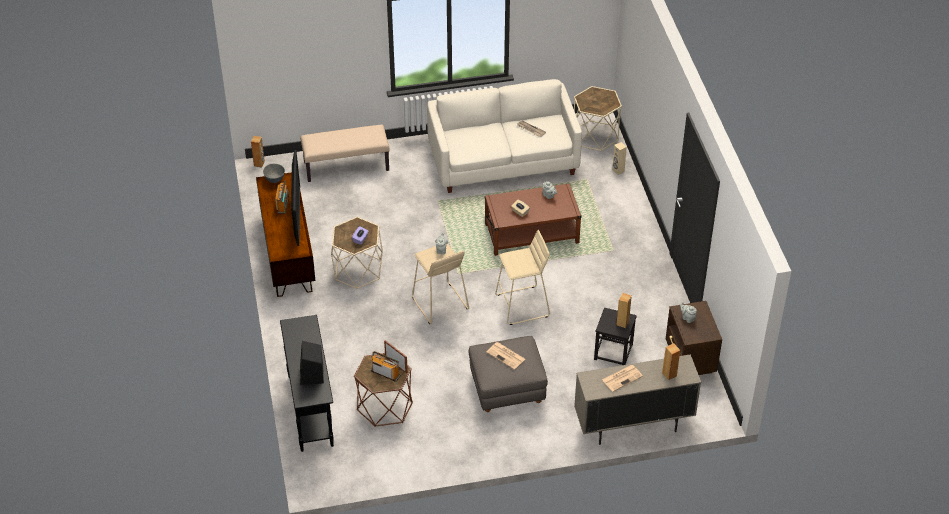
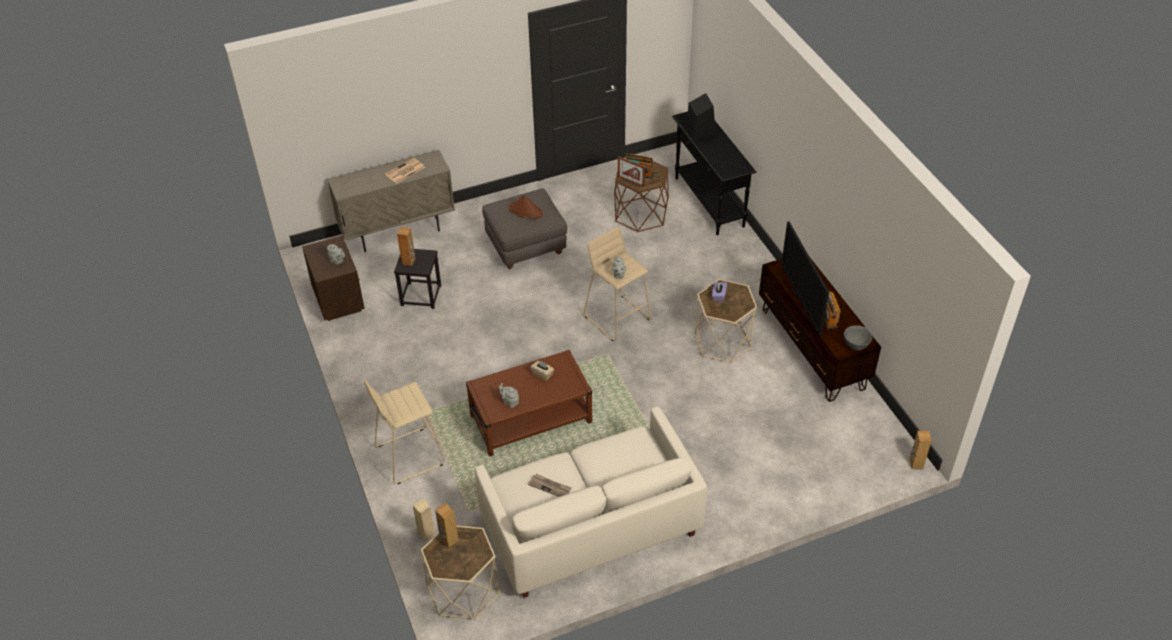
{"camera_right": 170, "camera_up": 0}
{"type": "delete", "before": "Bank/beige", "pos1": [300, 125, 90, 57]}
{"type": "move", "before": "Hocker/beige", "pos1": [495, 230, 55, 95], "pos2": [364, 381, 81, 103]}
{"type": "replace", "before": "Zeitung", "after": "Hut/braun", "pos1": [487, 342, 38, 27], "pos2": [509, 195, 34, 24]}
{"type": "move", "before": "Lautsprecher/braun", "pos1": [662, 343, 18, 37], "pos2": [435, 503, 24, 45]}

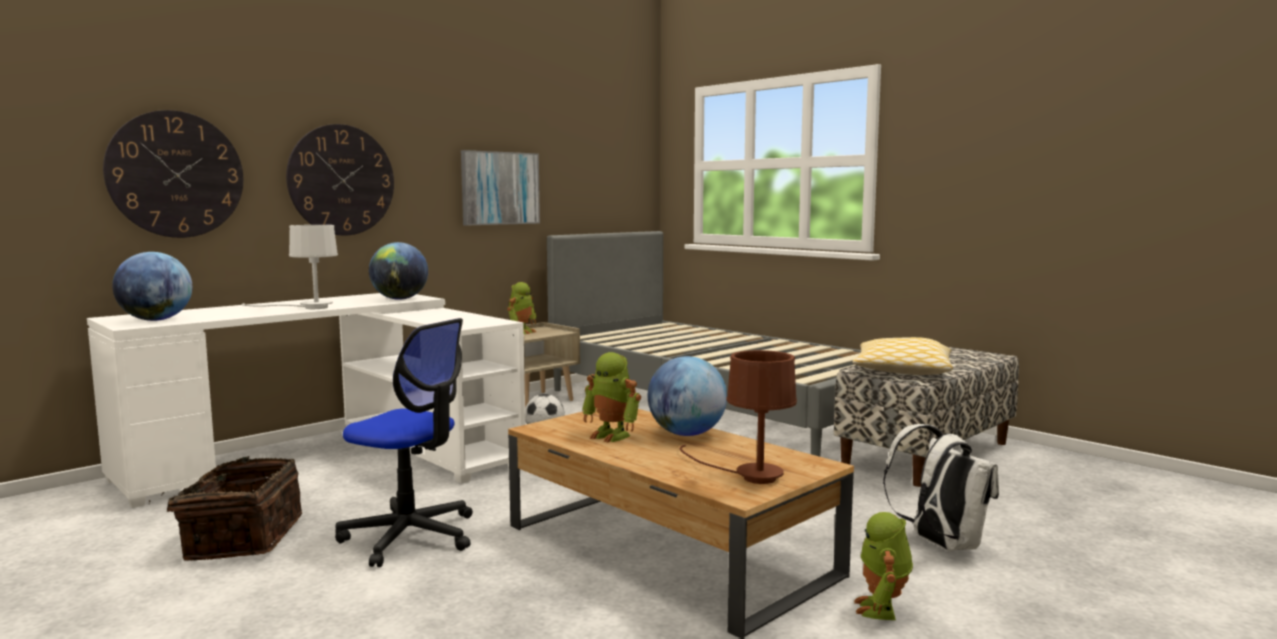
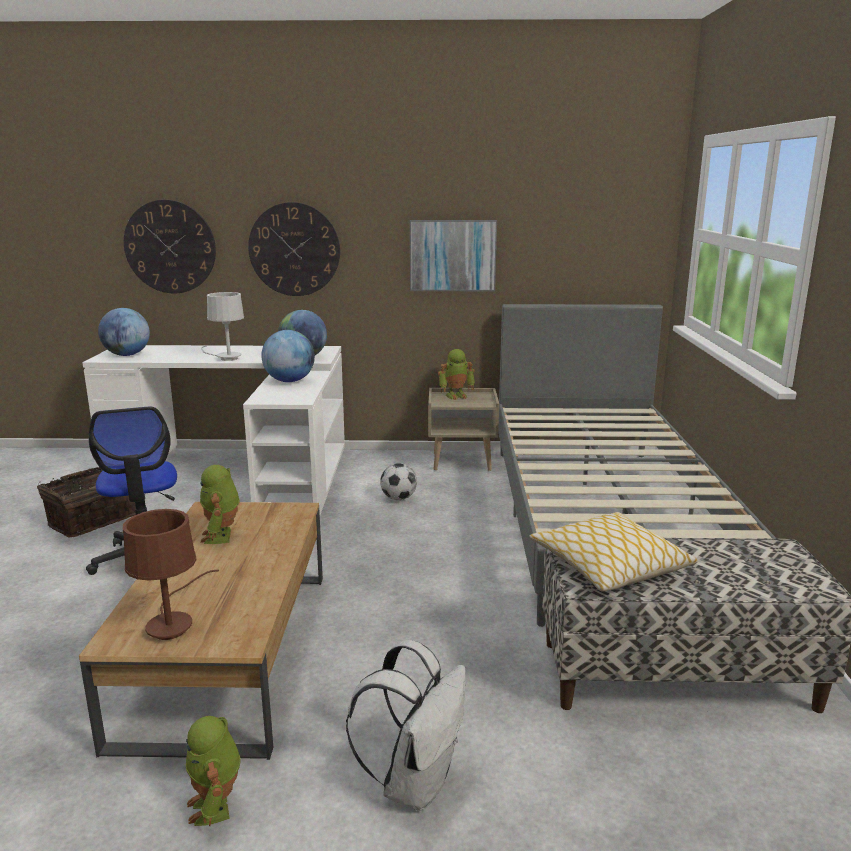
{"camera_right": 45, "camera_up": 10}
{"type": "move", "before": "Globus", "pos1": [648, 356, 79, 80], "pos2": [261, 330, 54, 52]}
{"type": "rotate", "before": "Spielzeugroboter", "pos1": [854, 512, 59, 108], "pos2": [186, 716, 54, 110], "turn": -75}

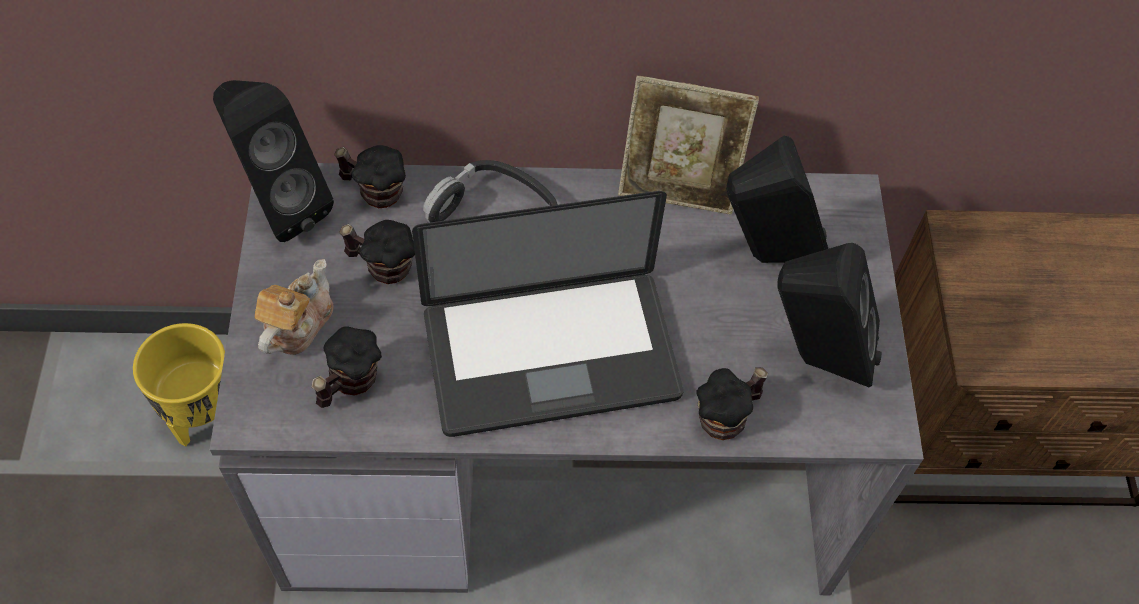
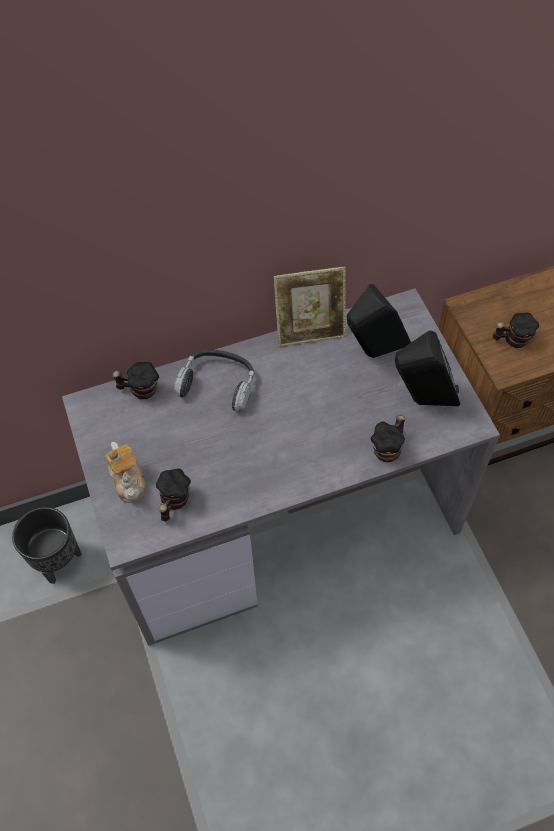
{"camera_right": -15, "camera_up": 0}
{"type": "delete", "before": "Lautsprecher/schwarz", "pos1": [213, 80, 121, 162]}
{"type": "delete", "before": "Laptop", "pos1": [412, 191, 272, 246]}
{"type": "move", "before": "Henkelbecher", "pos1": [339, 220, 76, 64], "pos2": [492, 313, 47, 35]}
{"type": "rotate", "before": "Teekanne", "pos1": [255, 259, 78, 96], "pos2": [105, 442, 41, 61], "turn": 150}
{"type": "recolor", "before": "Pflanzkübel/gelb", "after": "Pflanzkübel/schwarz", "pos1": [133, 323, 92, 124], "pos2": [12, 507, 70, 77]}

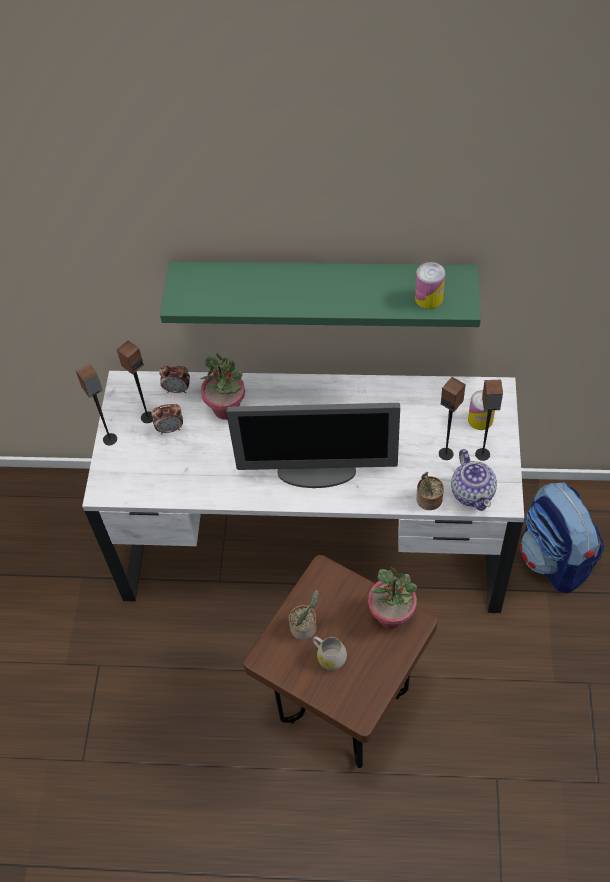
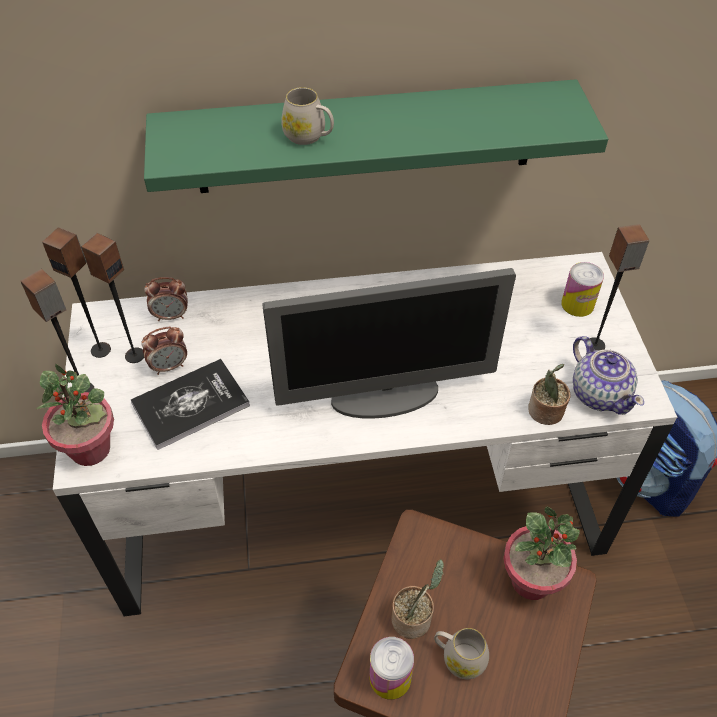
{"camera_right": -15, "camera_up": -5}
{"type": "move", "before": "Dose", "pos1": [415, 262, 30, 47], "pos2": [369, 637, 45, 63]}
{"type": "move", "before": "Topfpflanze", "pos1": [201, 352, 44, 68], "pos2": [36, 364, 78, 102]}
{"type": "move", "before": "Lautsprecher", "pos1": [439, 377, 27, 83], "pos2": [42, 227, 69, 131]}
{"type": "insert", "after": "Henkelbecher/weiß", "pos2": [281, 87, 53, 58]}
{"type": "insert", "after": "Buch", "pos2": [131, 359, 119, 91]}

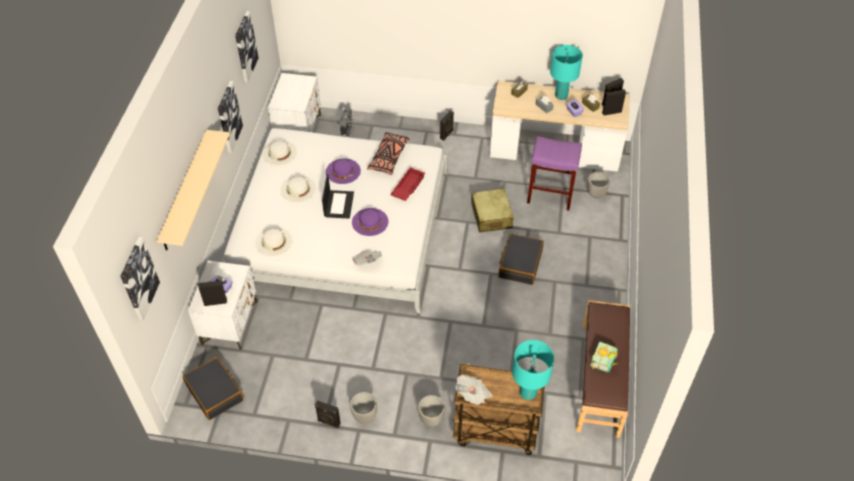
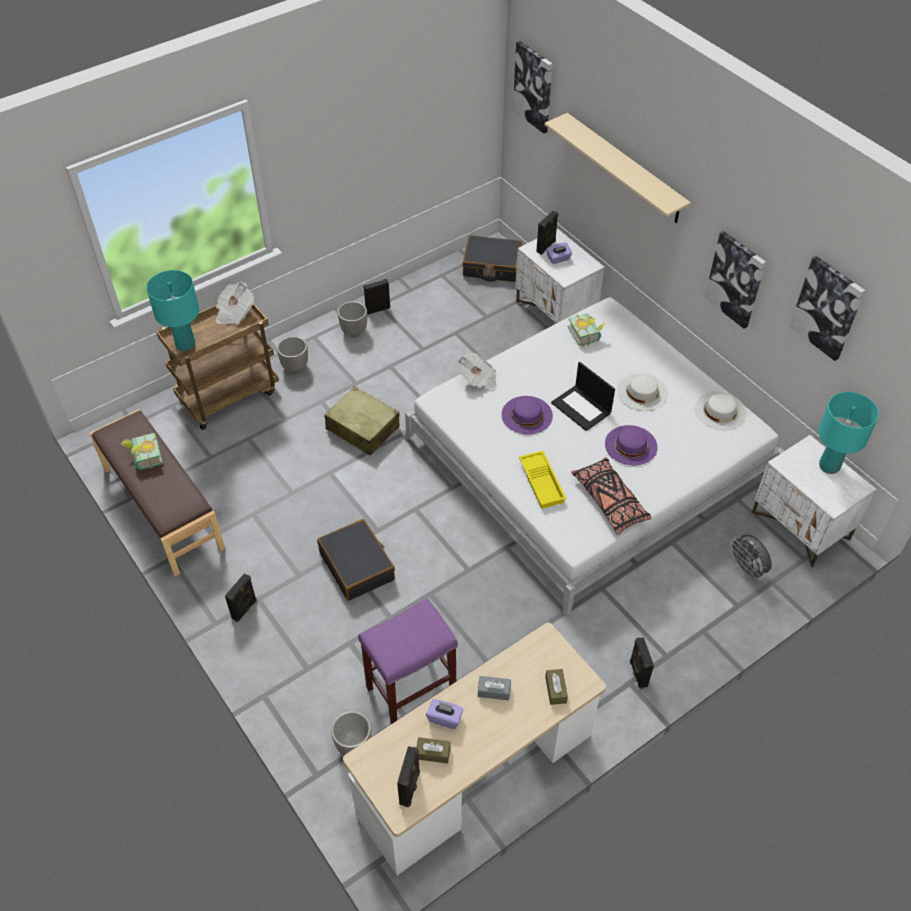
{"camera_right": 135, "camera_up": 0}
{"type": "move", "before": "Tischlampe/türkis", "pos1": [550, 45, 33, 55], "pos2": [818, 392, 61, 82]}
{"type": "move", "before": "Lautsprecher/schwarz", "pos1": [602, 89, 24, 27], "pos2": [225, 573, 32, 49]}
{"type": "recolor", "before": "Tablett/rot", "after": "Tablett/gelb", "pos1": [390, 167, 35, 34], "pos2": [519, 451, 47, 58]}
{"type": "move", "before": "Koffer/beige", "pos1": [471, 188, 43, 45], "pos2": [324, 386, 75, 70]}
{"type": "replace", "before": "Hut/weiß", "after": "Buch", "pos1": [255, 227, 37, 29], "pos2": [568, 313, 38, 34]}

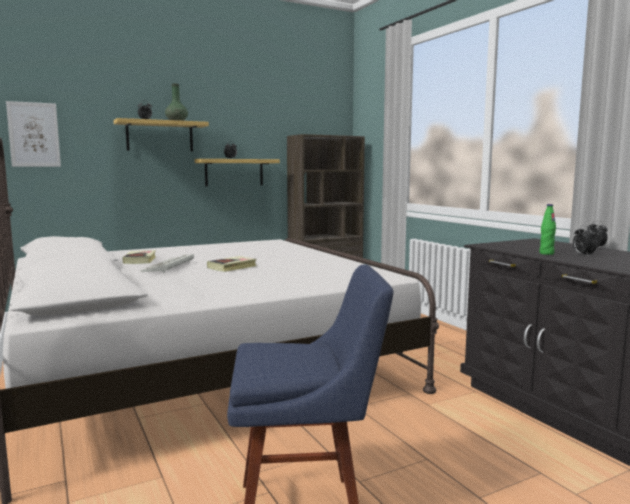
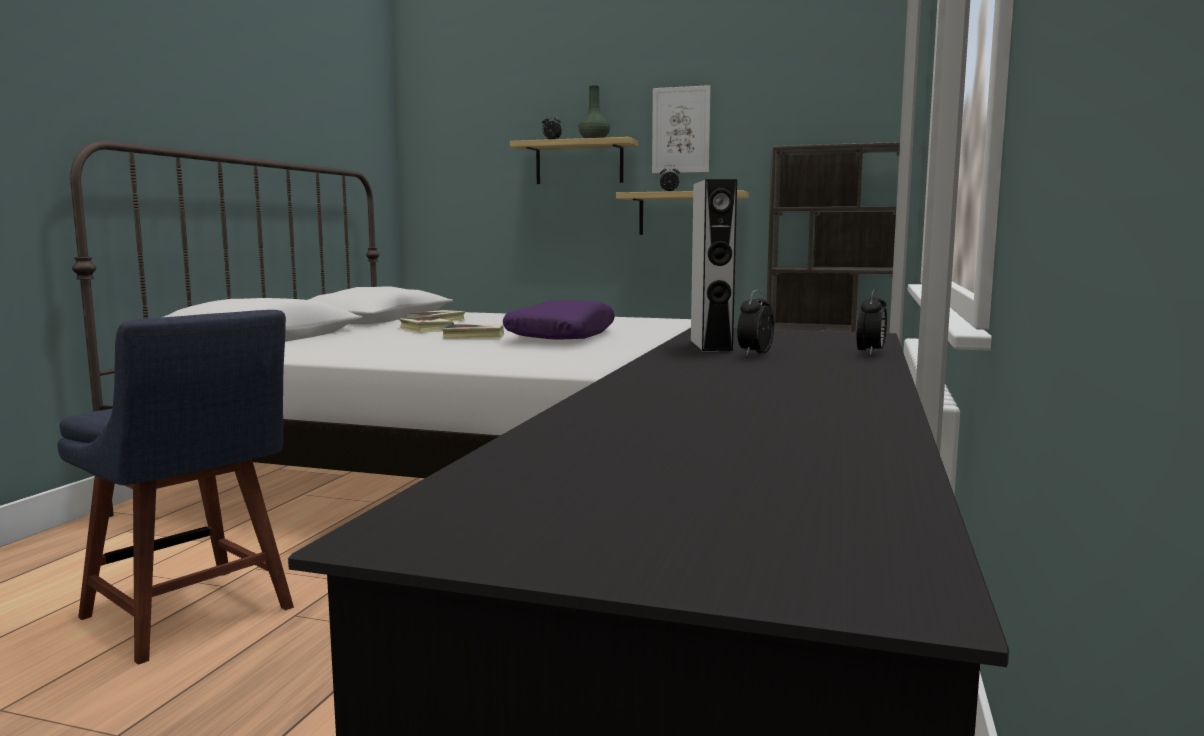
{"camera_right": 45, "camera_up": 0}
{"type": "move", "before": "Bild", "pos1": [6, 101, 55, 66], "pos2": [652, 85, 59, 88]}
{"type": "replace", "before": "Flasche/grün", "after": "Lautsprecher/grau", "pos1": [539, 204, 17, 51], "pos2": [690, 179, 47, 173]}
{"type": "replace", "before": "Tastatur", "after": "Buch", "pos1": [141, 254, 53, 19], "pos2": [399, 317, 55, 16]}
{"type": "insert", "after": "Kissen/lila", "pos2": [503, 300, 112, 40]}

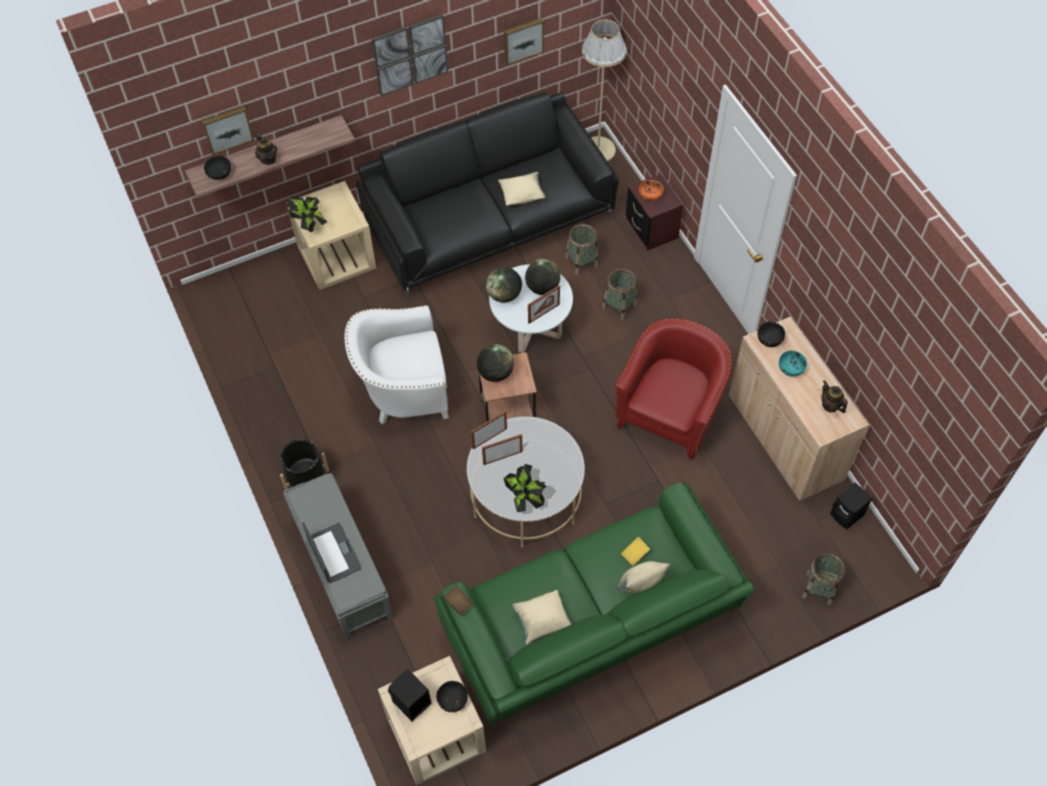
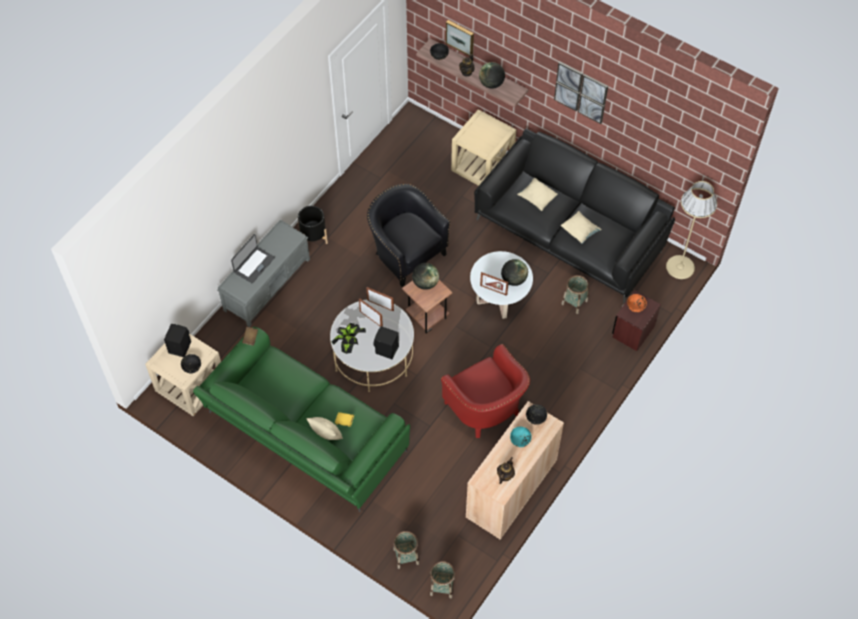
{"camera_right": 60, "camera_up": 0}
{"type": "delete", "before": "Bild", "pos1": [504, 18, 40, 47]}
{"type": "delete", "before": "Topfpflanze", "pos1": [287, 196, 40, 36]}
{"type": "move", "before": "Globus", "pos1": [486, 267, 36, 36], "pos2": [479, 62, 26, 27]}
{"type": "move", "before": "Korb", "pos1": [602, 268, 35, 53], "pos2": [430, 561, 25, 38]}
{"type": "recolor", "before": "Sessel/weiß", "after": "Sessel/schwarz", "pos1": [344, 305, 105, 119], "pos2": [367, 184, 83, 103]}
{"type": "rotate", "before": "Sessel/rot", "pos1": [615, 318, 117, 142], "pos2": [441, 344, 89, 94], "turn": 60}
{"type": "move", "before": "Lautsprecher/schwarz", "pos1": [830, 482, 42, 47], "pos2": [374, 326, 25, 34]}
{"type": "move", "before": "Kissen/beige", "pos1": [512, 590, 59, 54], "pos2": [517, 178, 41, 33]}

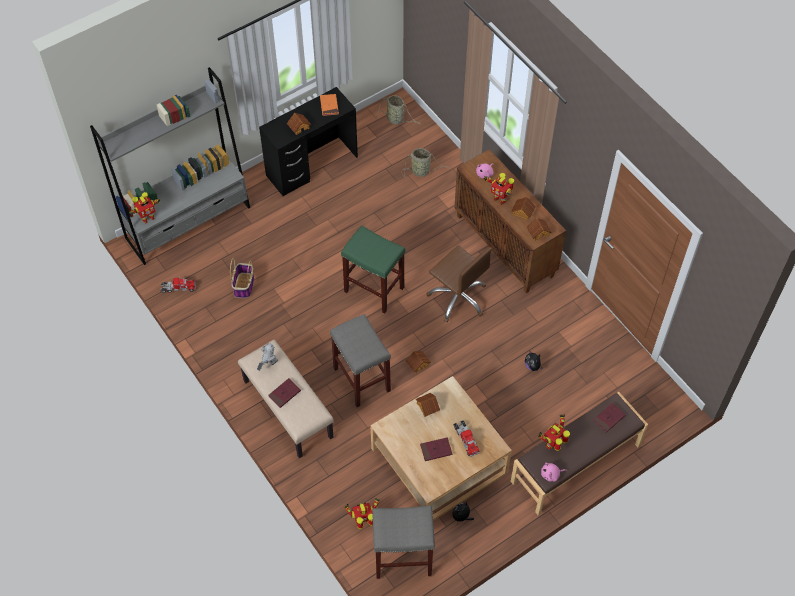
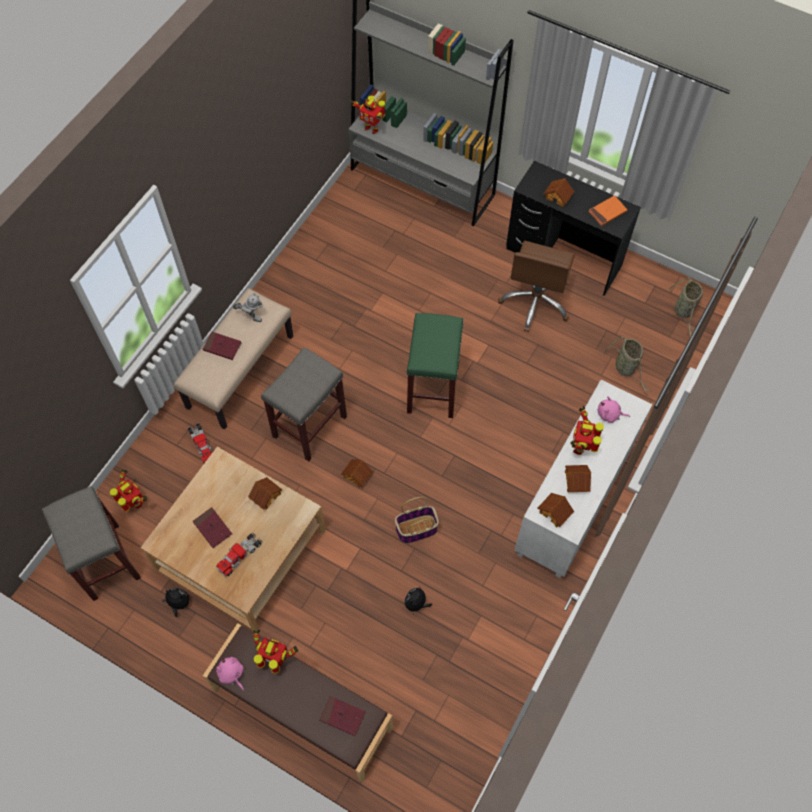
{"camera_right": 65, "camera_up": 5}
{"type": "recolor", "before": "Schrank/braun", "after": "Schrank/weiß", "pos1": [454, 149, 112, 144], "pos2": [514, 380, 139, 198]}
{"type": "move", "before": "Bürostuhl/braun", "pos1": [427, 245, 65, 77], "pos2": [498, 241, 77, 91]}
{"type": "move", "before": "Korb", "pos1": [230, 258, 24, 40], "pos2": [395, 497, 44, 46]}
{"type": "move", "before": "Spielzeuglaster", "pos1": [160, 278, 36, 15], "pos2": [187, 423, 26, 40]}

